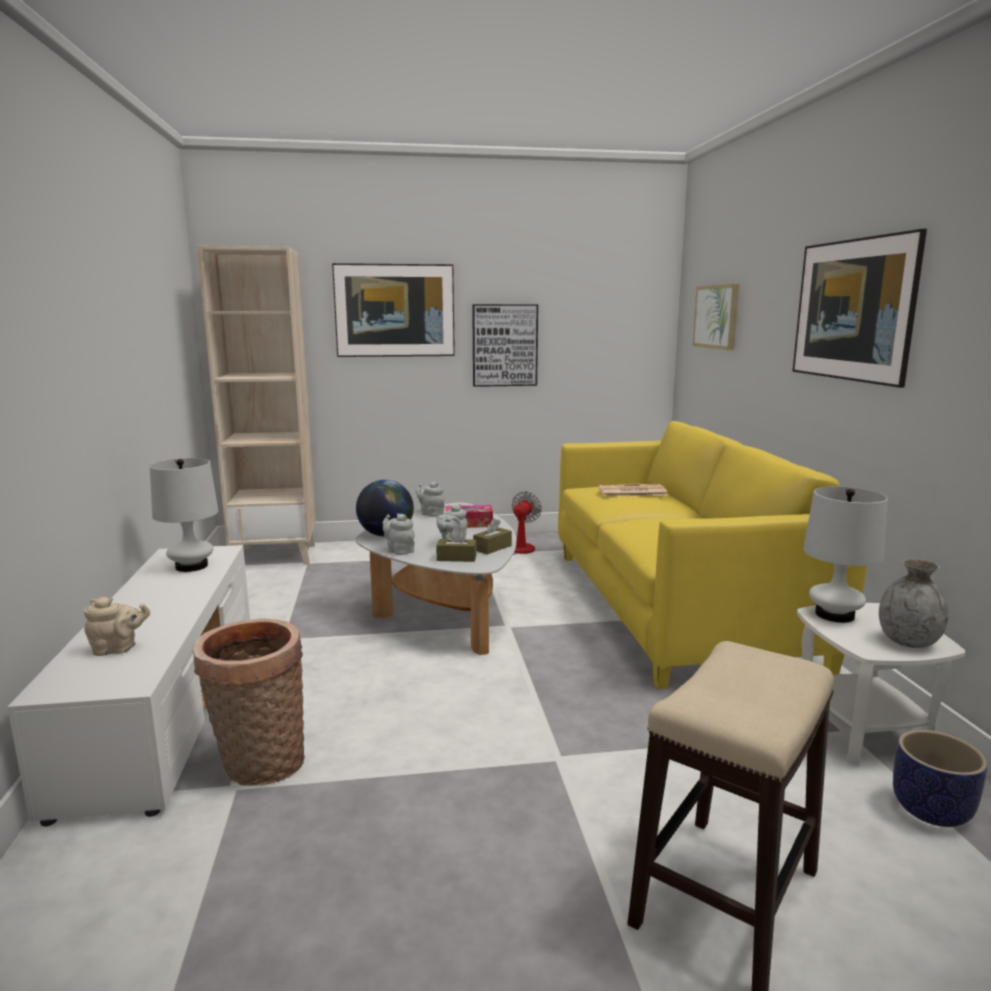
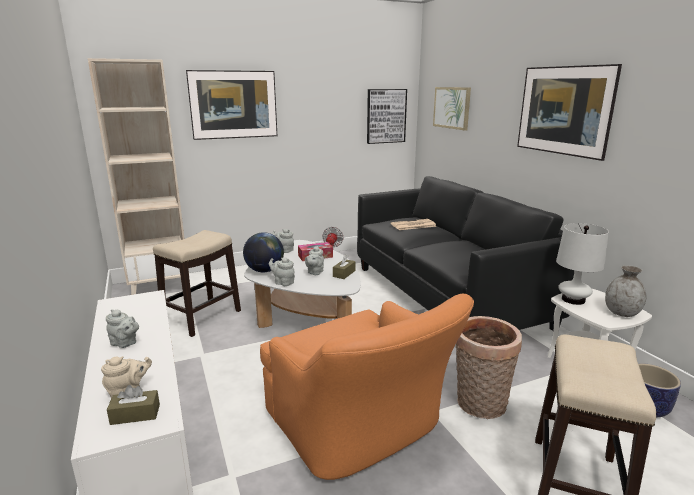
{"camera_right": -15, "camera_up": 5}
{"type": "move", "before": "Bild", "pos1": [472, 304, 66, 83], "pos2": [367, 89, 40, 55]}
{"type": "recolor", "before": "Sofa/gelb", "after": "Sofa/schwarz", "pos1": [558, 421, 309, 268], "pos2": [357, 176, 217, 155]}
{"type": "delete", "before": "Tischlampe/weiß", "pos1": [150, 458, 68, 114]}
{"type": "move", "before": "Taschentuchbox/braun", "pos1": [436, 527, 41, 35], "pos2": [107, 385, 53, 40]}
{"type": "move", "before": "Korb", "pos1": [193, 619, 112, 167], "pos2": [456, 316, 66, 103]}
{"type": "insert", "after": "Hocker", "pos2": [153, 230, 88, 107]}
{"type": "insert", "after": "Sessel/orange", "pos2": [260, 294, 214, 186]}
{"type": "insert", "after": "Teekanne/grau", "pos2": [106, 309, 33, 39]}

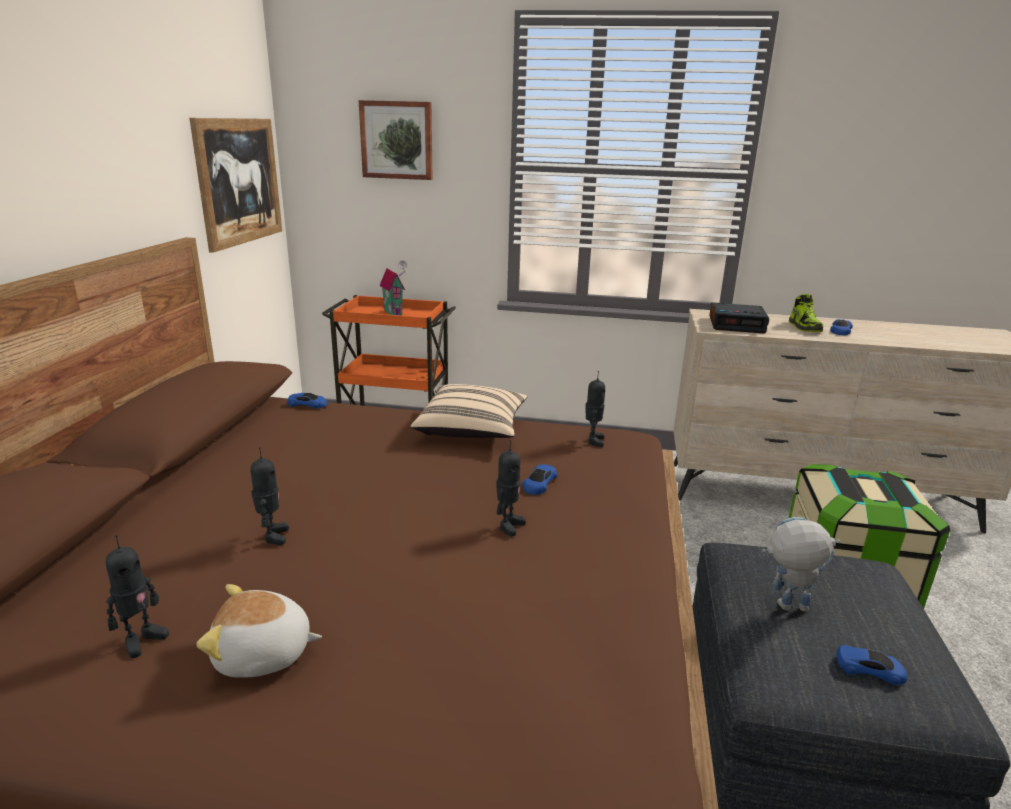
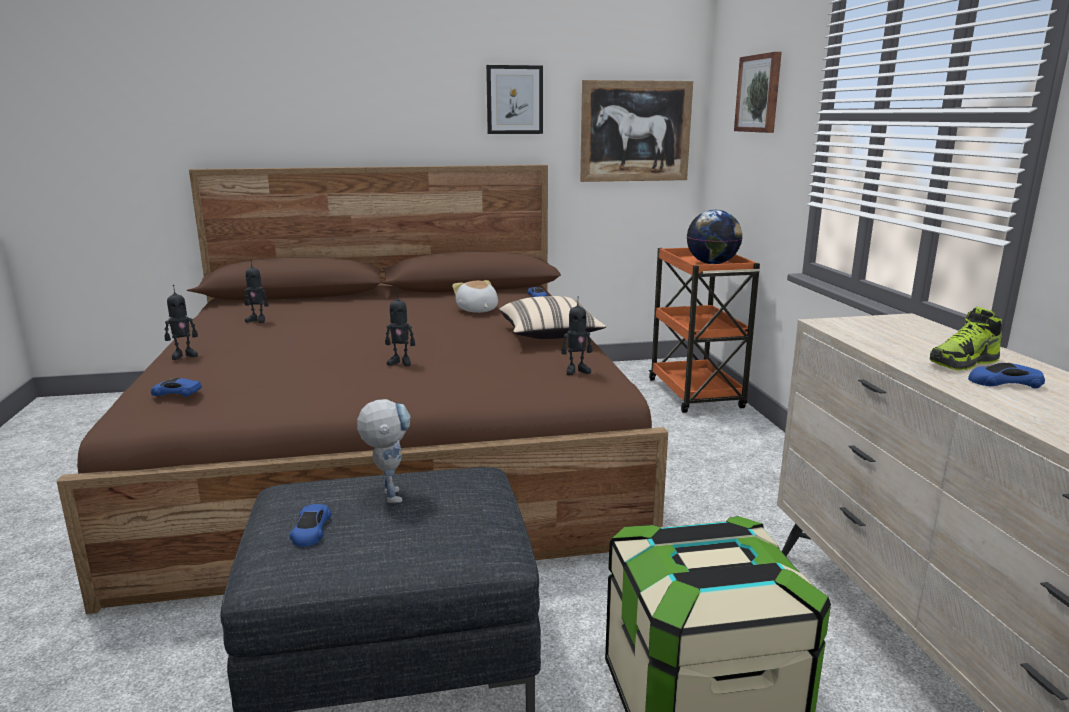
{"camera_right": 70, "camera_up": -5}
{"type": "replace", "before": "Spielzeughaus", "after": "Globus", "pos1": [380, 261, 27, 54], "pos2": [687, 210, 55, 54]}
{"type": "delete", "before": "Wecker", "pos1": [709, 303, 60, 30]}
{"type": "move", "before": "Spielzeugroboter", "pos1": [250, 447, 39, 98], "pos2": [165, 285, 33, 75]}
{"type": "move", "before": "Spielzeugauto/blau", "pos1": [522, 464, 35, 31], "pos2": [151, 378, 51, 19]}
{"type": "move", "before": "Plüschtier", "pos1": [196, 584, 126, 94], "pos2": [452, 280, 46, 33]}
{"type": "insert", "after": "Bild", "pos2": [486, 65, 57, 69]}

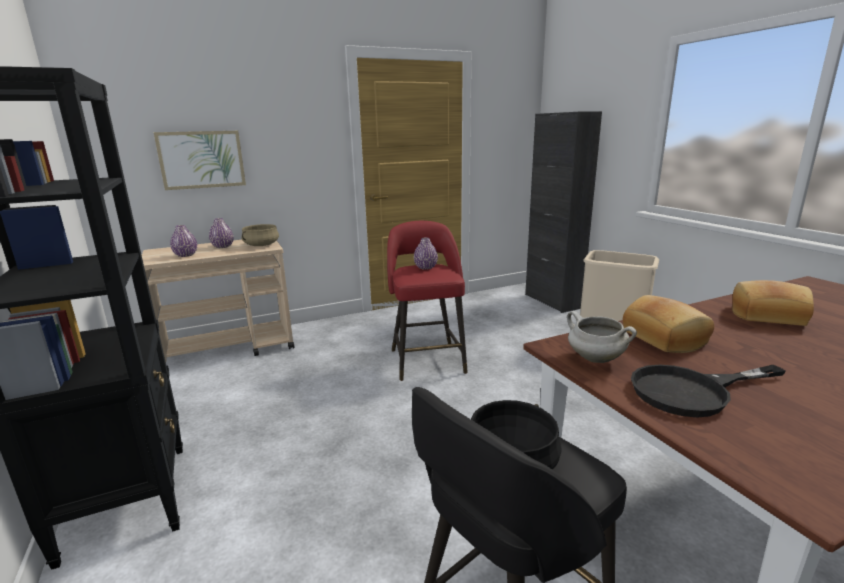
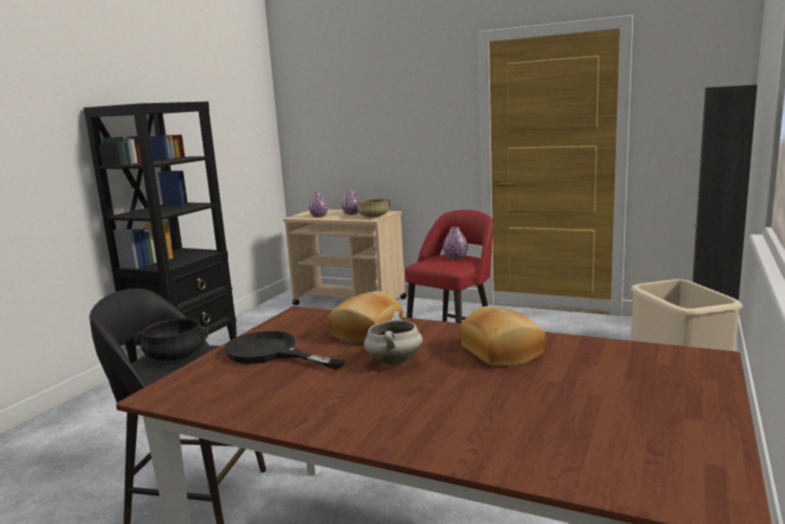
{"camera_right": 50, "camera_up": -5}
{"type": "delete", "before": "Bild", "pos1": [154, 131, 92, 59]}
{"type": "move", "before": "Kochtopf/weiß", "pos1": [567, 311, 70, 52], "pos2": [364, 311, 59, 54]}

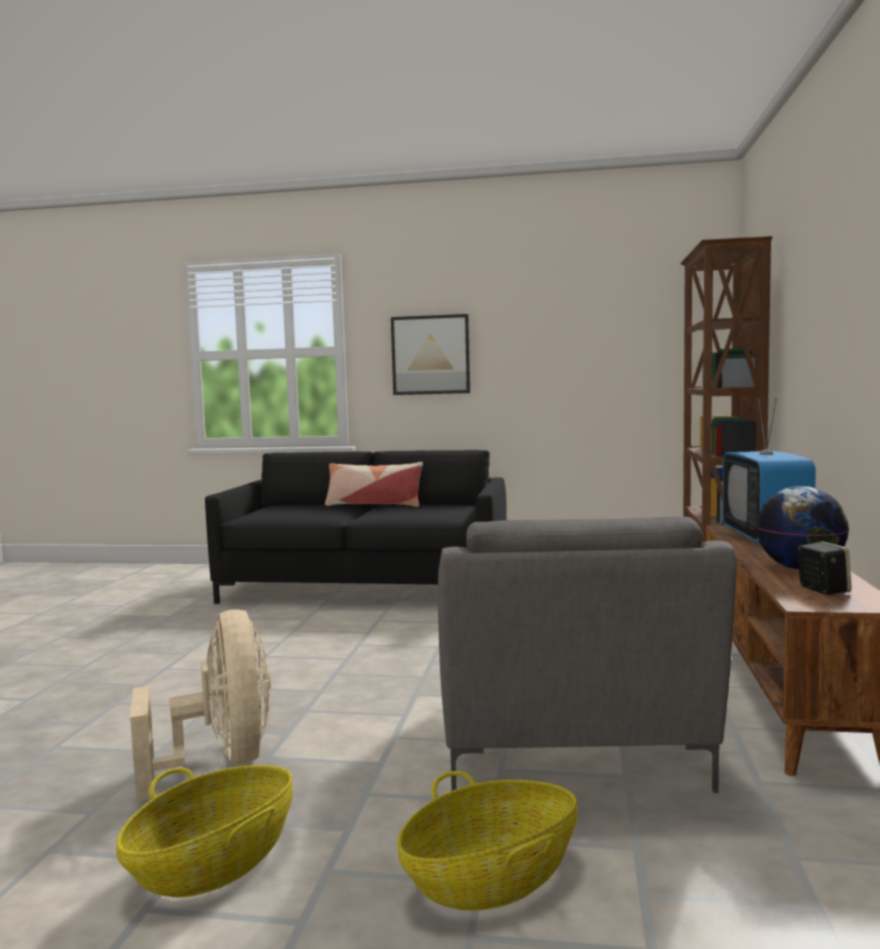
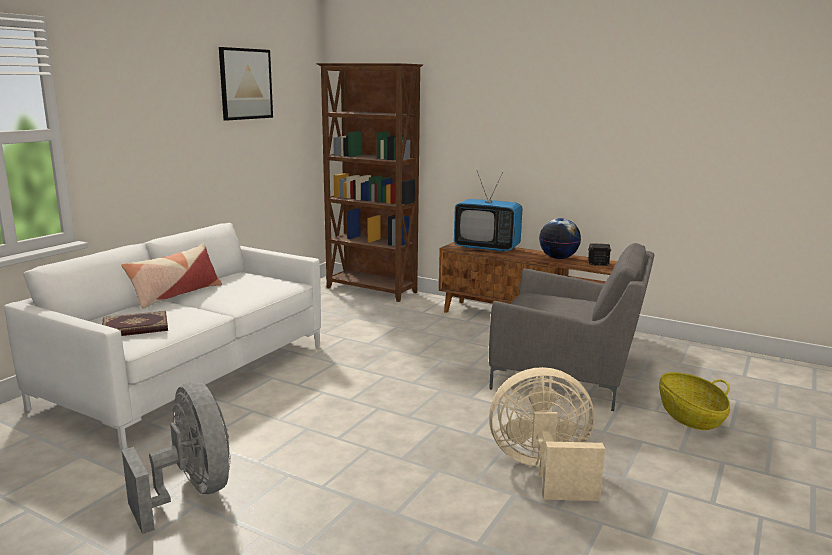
{"camera_right": -70, "camera_up": 10}
{"type": "move", "before": "Bild", "pos1": [391, 314, 79, 81], "pos2": [219, 47, 54, 74]}
{"type": "recolor", "before": "Sofa/schwarz", "after": "Sofa/weiß", "pos1": [205, 450, 302, 154], "pos2": [4, 223, 317, 227]}
{"type": "delete", "before": "Korb", "pos1": [116, 765, 177, 132]}
{"type": "insert", "after": "Buch", "pos2": [102, 311, 66, 25]}
{"type": "insert", "after": "Ventilator/grau", "pos2": [122, 382, 109, 152]}

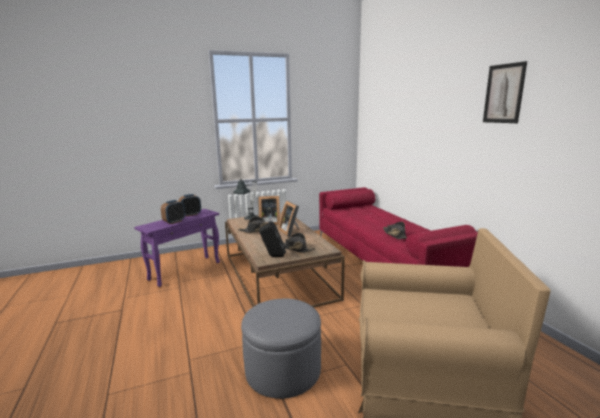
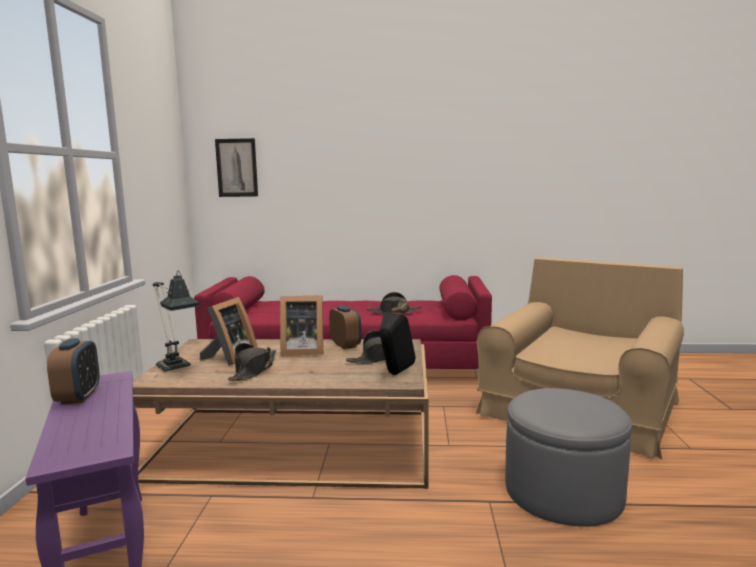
{"camera_right": -65, "camera_up": -5}
{"type": "move", "before": "Bild", "pos1": [483, 61, 44, 62], "pos2": [215, 138, 43, 59]}
{"type": "move", "before": "Wecker", "pos1": [161, 200, 24, 24], "pos2": [329, 305, 32, 44]}

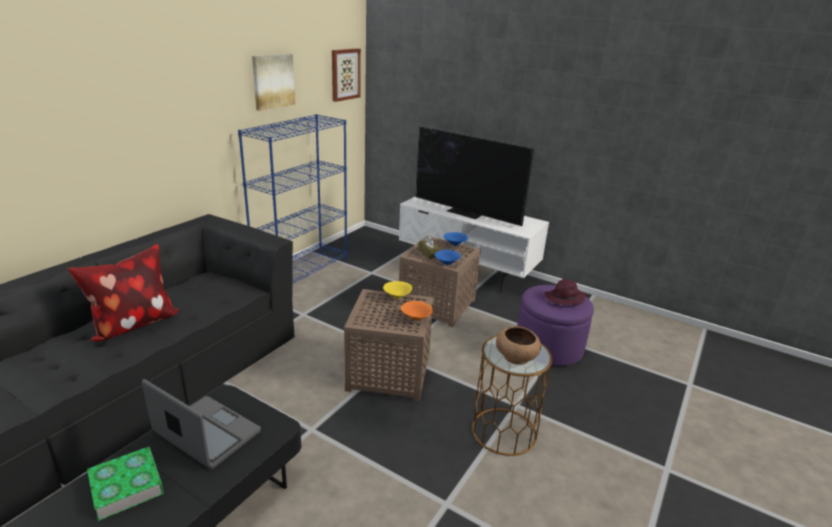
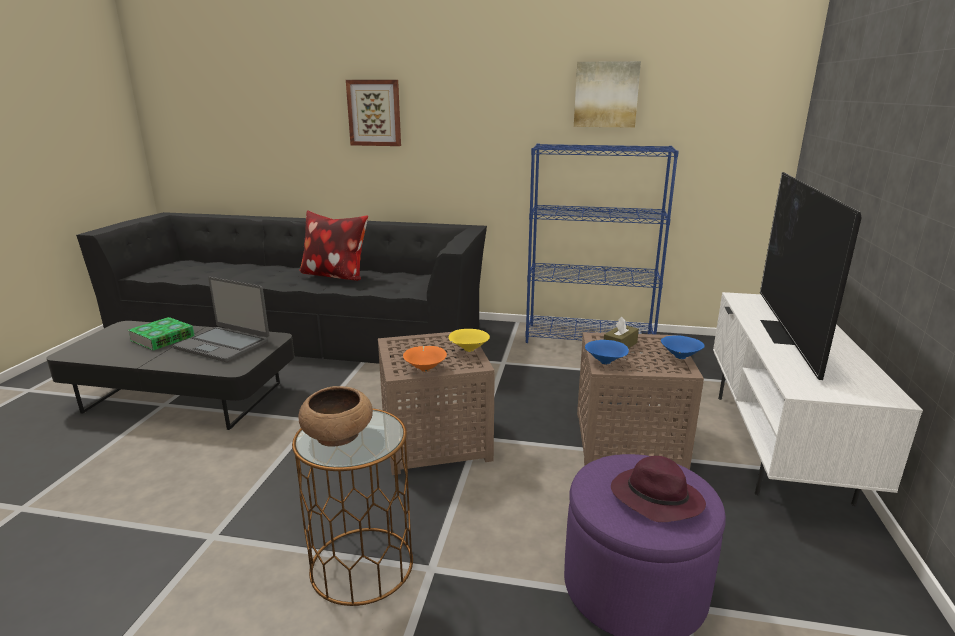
{"camera_right": 70, "camera_up": -5}
{"type": "move", "before": "Bild", "pos1": [332, 48, 29, 54], "pos2": [346, 80, 55, 66]}
{"type": "rotate", "before": "Laptop", "pos1": [142, 379, 119, 90], "pos2": [173, 277, 96, 85], "turn": 105}

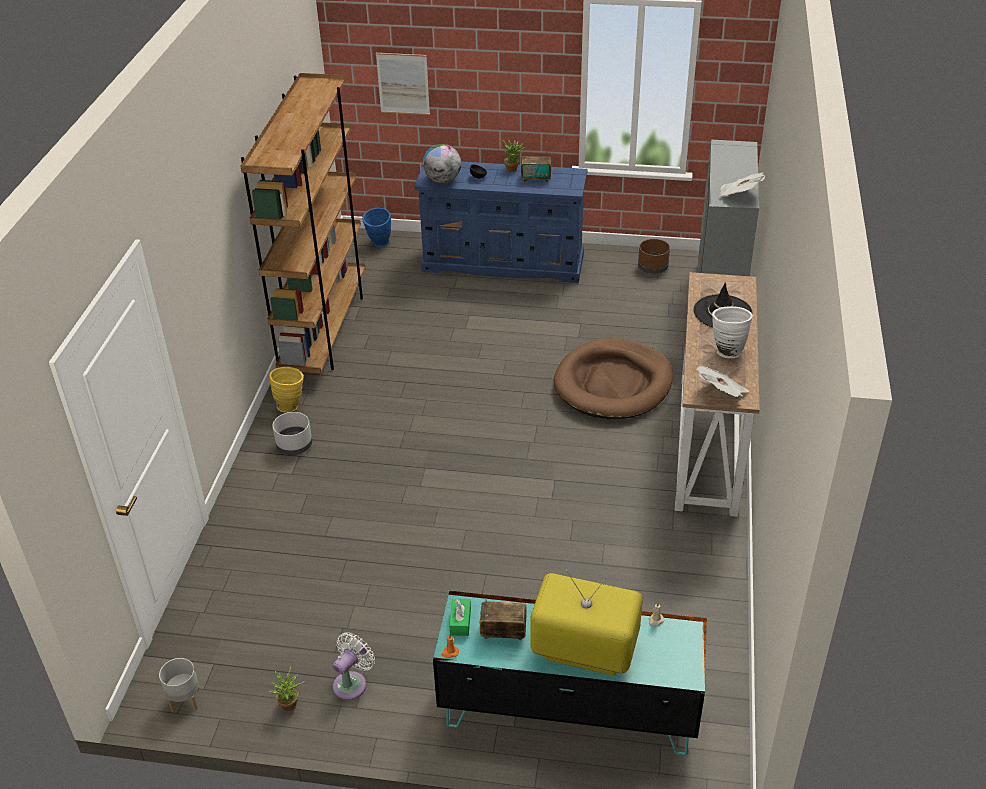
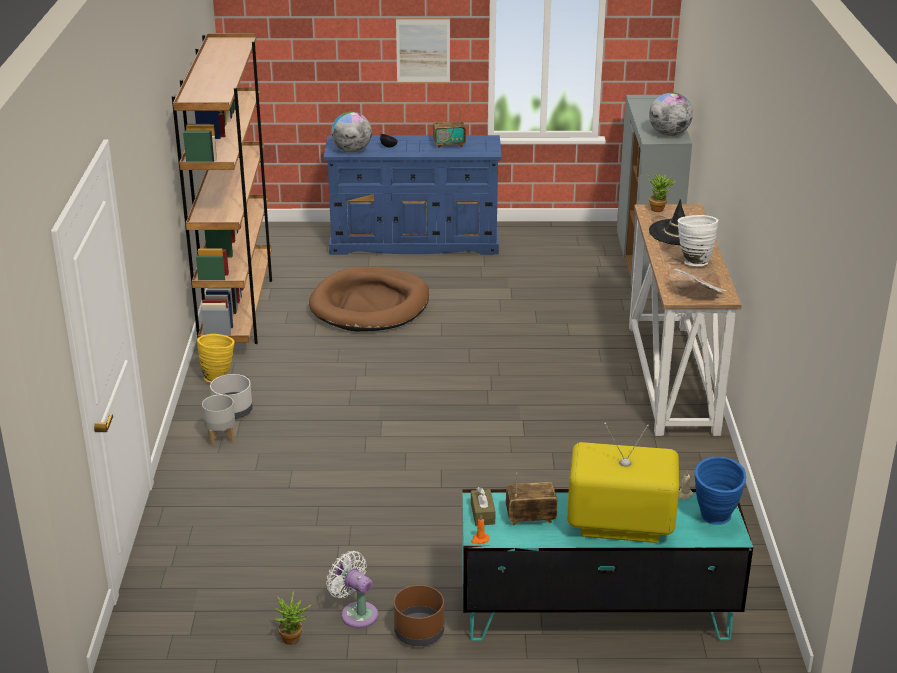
{"camera_right": -10, "camera_up": -10}
{"type": "move", "before": "Bild", "pos1": [376, 53, 54, 62], "pos2": [396, 18, 54, 65]}
{"type": "move", "before": "Topfpflanze", "pos1": [502, 140, 23, 32], "pos2": [648, 174, 28, 38]}
{"type": "replace", "before": "Zeitung", "after": "Globus", "pos1": [720, 173, 45, 23], "pos2": [649, 92, 44, 44]}
{"type": "move", "before": "Vase/blau", "pos1": [362, 208, 29, 39], "pos2": [695, 457, 51, 68]}
{"type": "move", "before": "Pflanzkübel/braun", "pos1": [638, 239, 32, 35], "pos2": [394, 585, 50, 61]}
{"type": "move", "before": "Hundebett/braun", "pos1": [554, 338, 119, 81], "pos2": [309, 267, 120, 64]}
{"type": "recolor", "before": "Taschentuchbox/grün", "after": "Taschentuchbox/braun", "pos1": [449, 599, 22, 37], "pos2": [471, 487, 25, 39]}
{"type": "rotate", "before": "Ventilator/weiß", "pos1": [333, 632, 42, 68], "pos2": [326, 551, 52, 77], "turn": -75}
{"type": "move", "before": "Pflanzkübel/grau", "pos1": [159, 658, 40, 54], "pos2": [202, 395, 33, 52]}

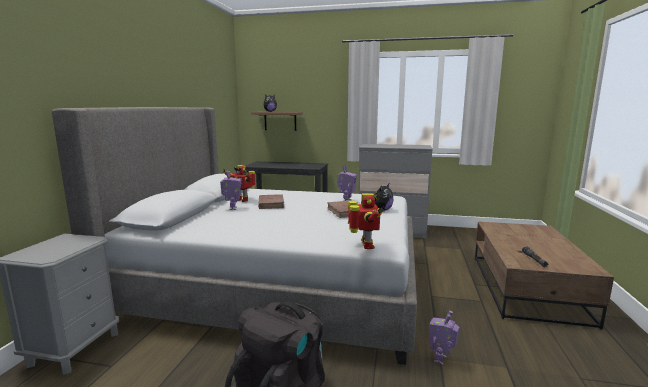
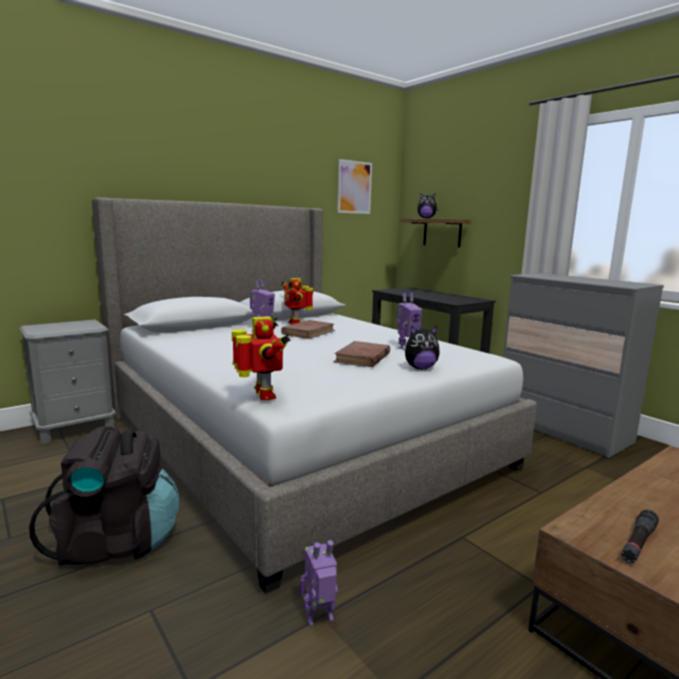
{"camera_right": 40, "camera_up": 0}
{"type": "rotate", "before": "Spielzeugroboter", "pos1": [348, 193, 36, 56], "pos2": [232, 316, 59, 84], "turn": -60}
{"type": "insert", "after": "Bild", "pos2": [337, 159, 35, 55]}

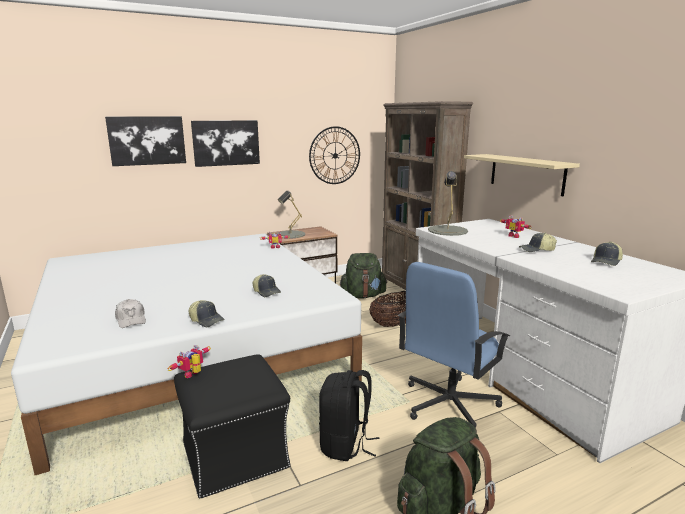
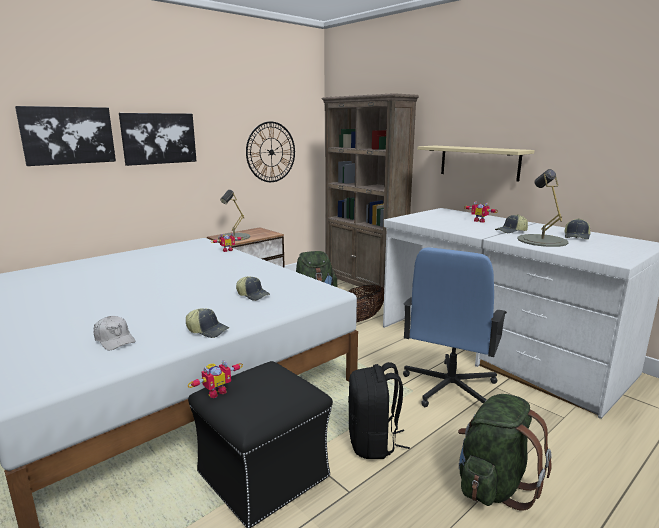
{"camera_right": -15, "camera_up": 0}
{"type": "move", "before": "Tischlampe/grau", "pos1": [428, 171, 40, 65], "pos2": [517, 169, 52, 78]}
{"type": "rotate", "before": "Spielzeugroboter", "pos1": [168, 345, 43, 33], "pos2": [188, 360, 55, 38], "turn": -150}

